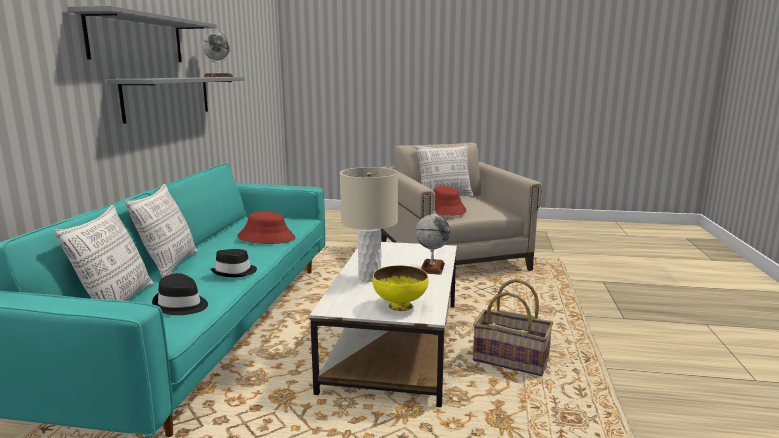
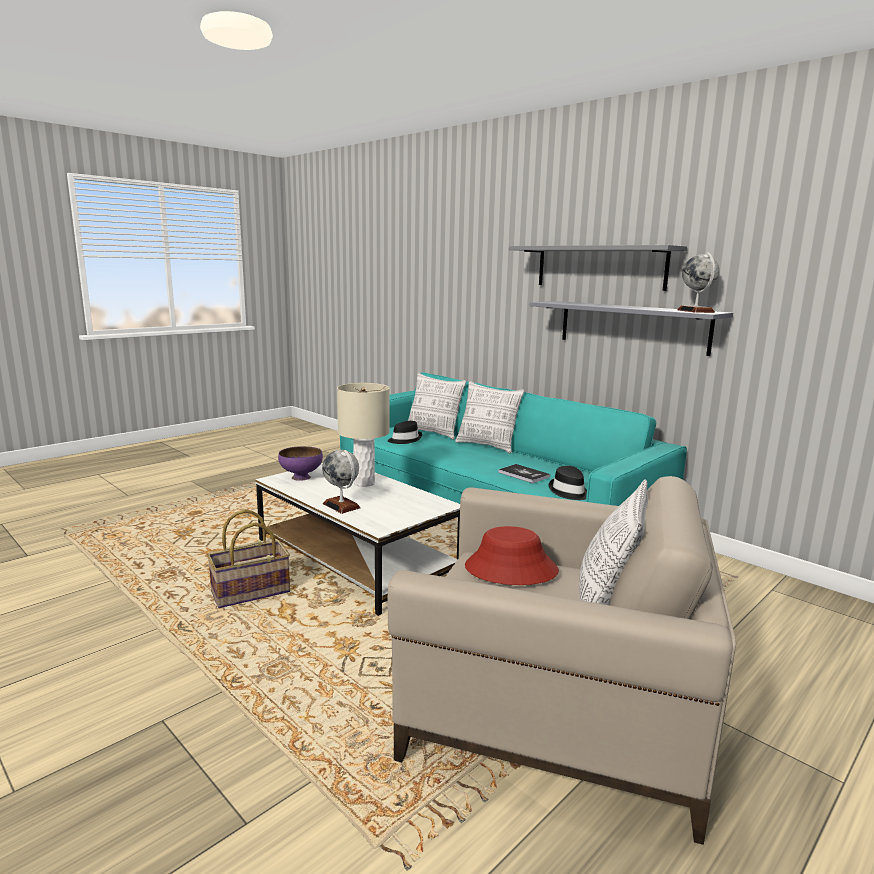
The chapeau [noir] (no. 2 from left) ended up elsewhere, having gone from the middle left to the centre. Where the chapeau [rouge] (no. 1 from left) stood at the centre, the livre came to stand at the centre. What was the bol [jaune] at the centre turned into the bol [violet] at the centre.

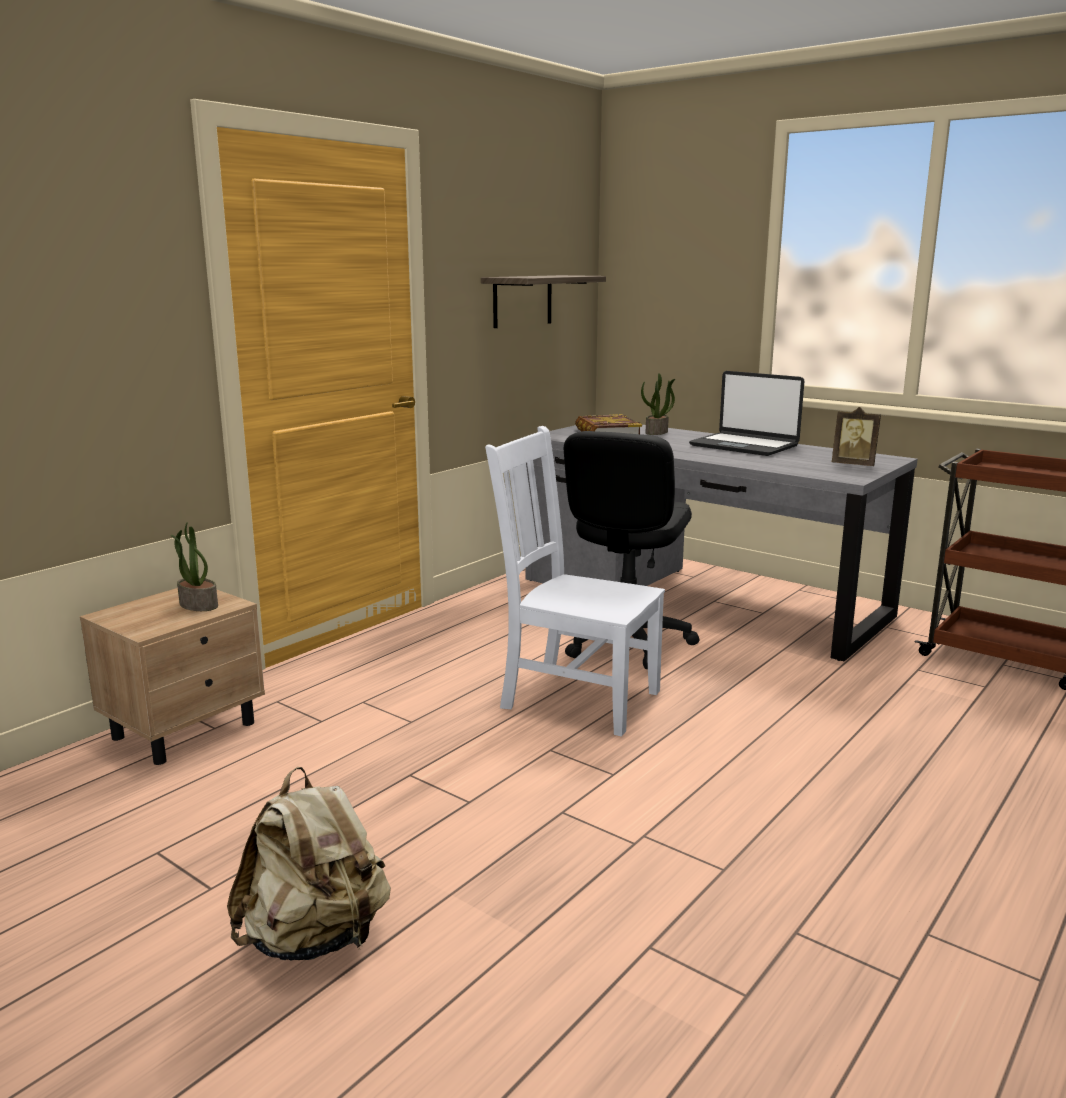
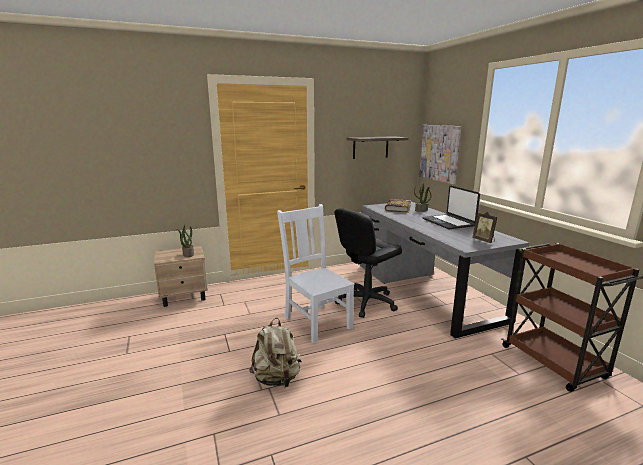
The second view gained the tableau at the top right. The sac à dos [beige] ended up elsewhere, having gone from the bottom left to the bottom centre.

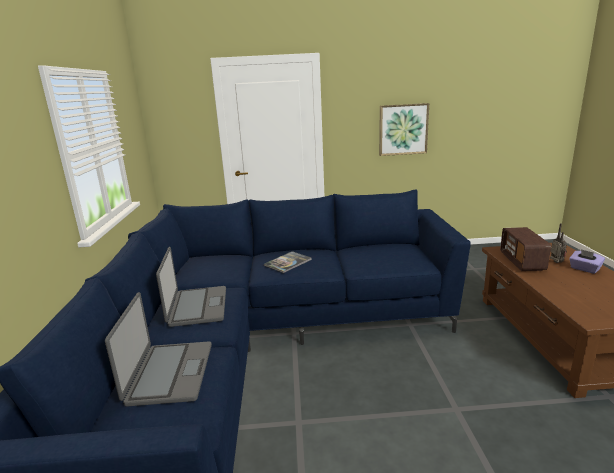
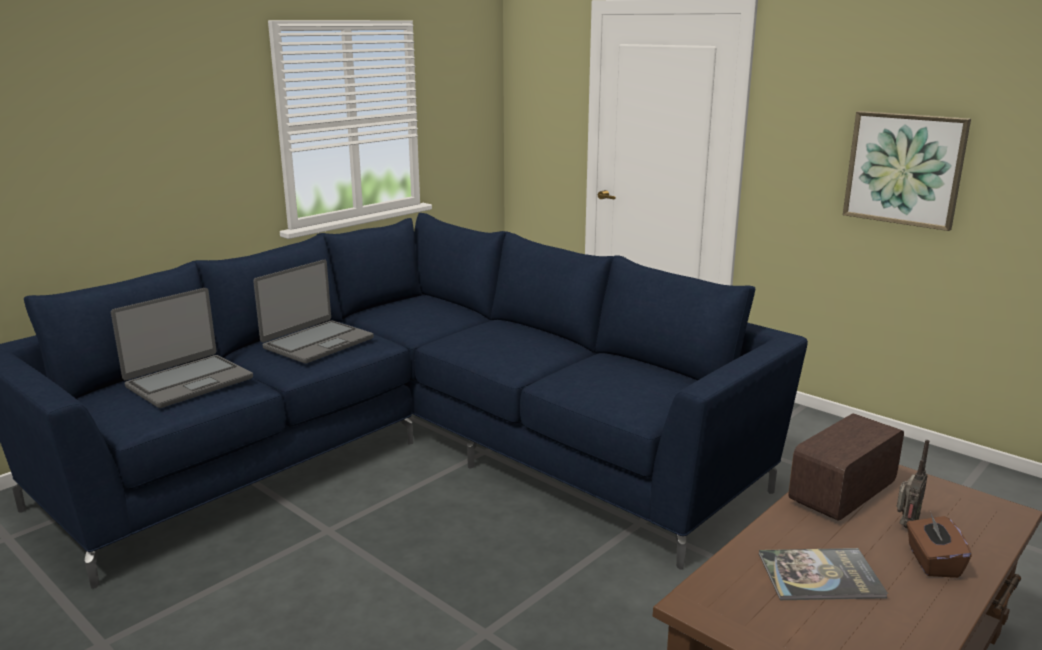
The livre ended up elsewhere, having gone from the centre to the bottom right. What was the boîte à mouchoirs [violet] at the middle right turned into the boîte à mouchoirs [marron] at the bottom right.

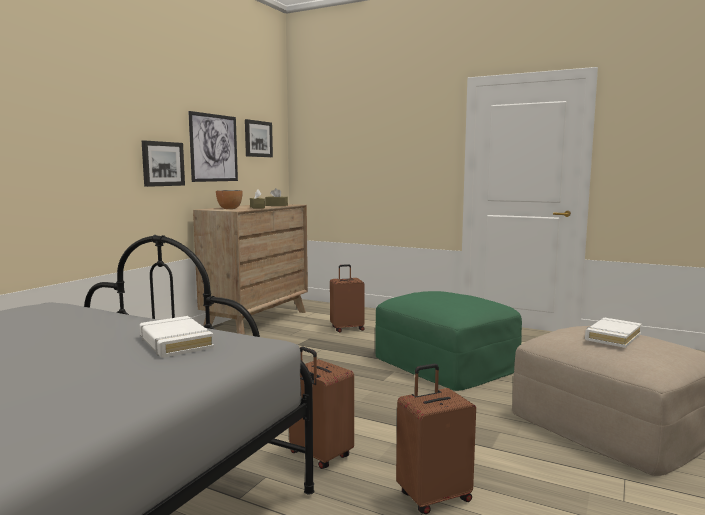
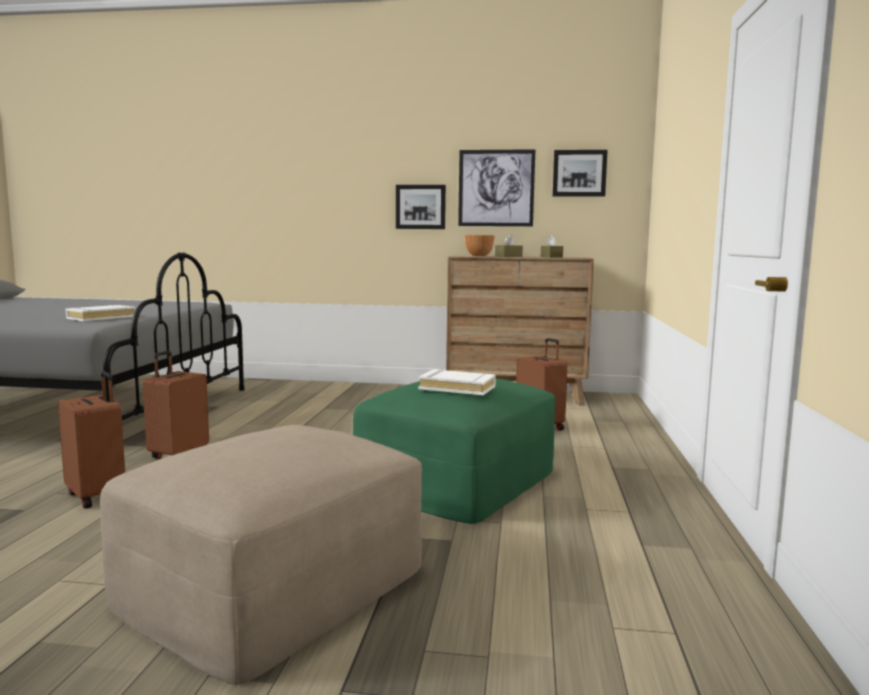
The livre [blanc] (no. 2 from left) ended up elsewhere, having gone from the middle right to the centre.

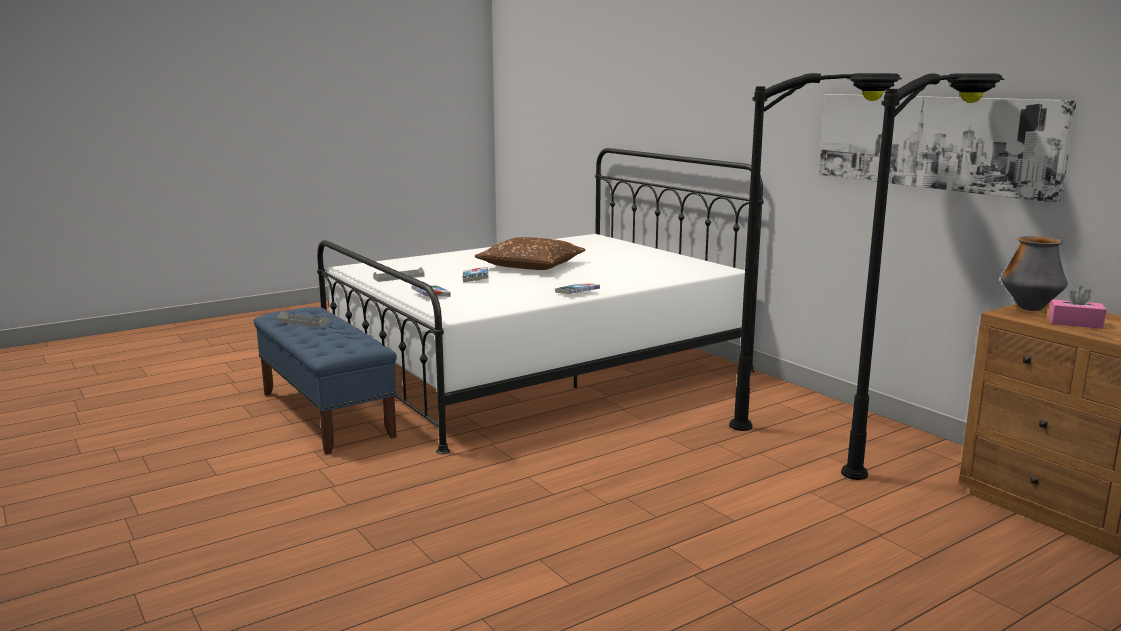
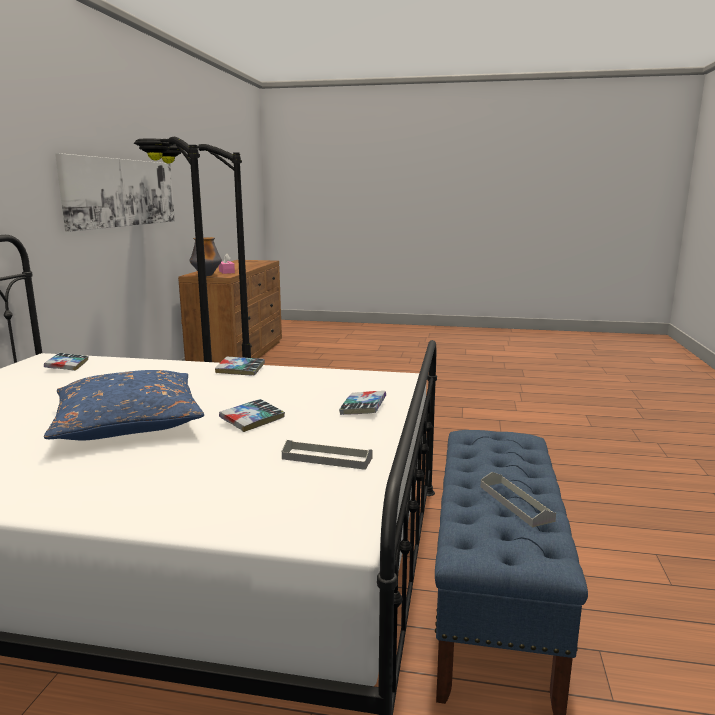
The second view gained the livre (no. 1 from left) at the middle left. What was the coussin [marron] at the centre turned into the coussin [bleu] at the middle left.

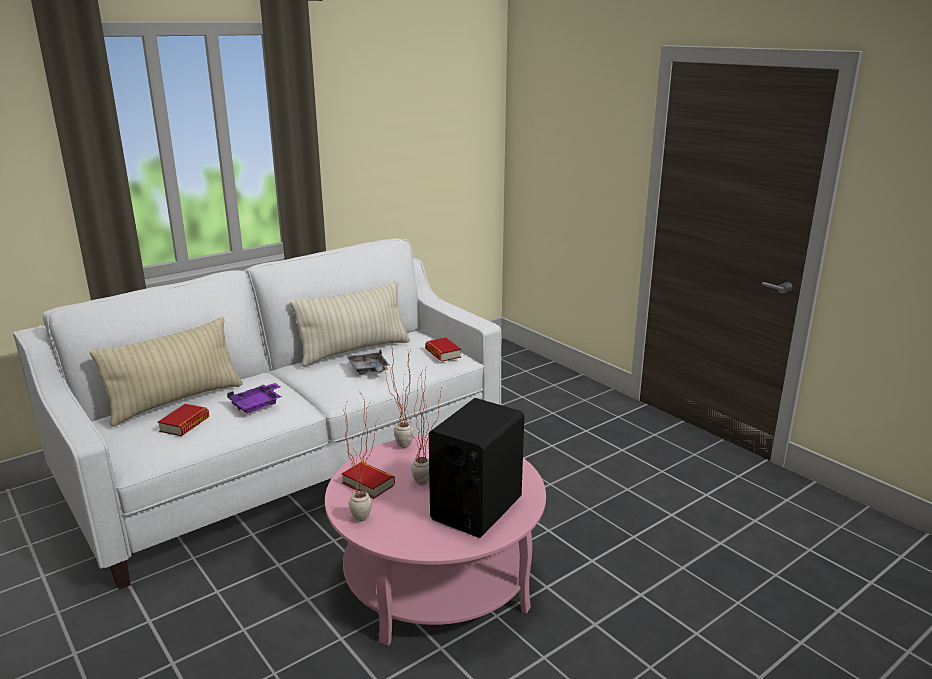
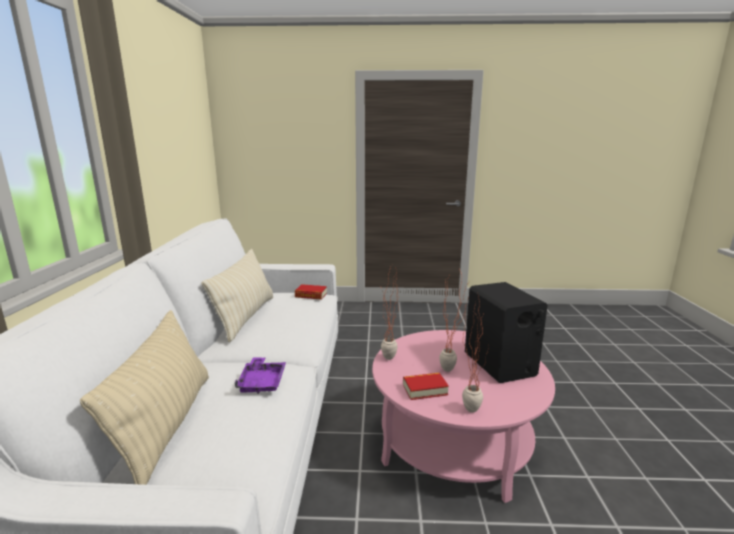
The second view lost the livre (no. 1 from left) at the middle left. The second view lost the plateau [gris] at the centre.

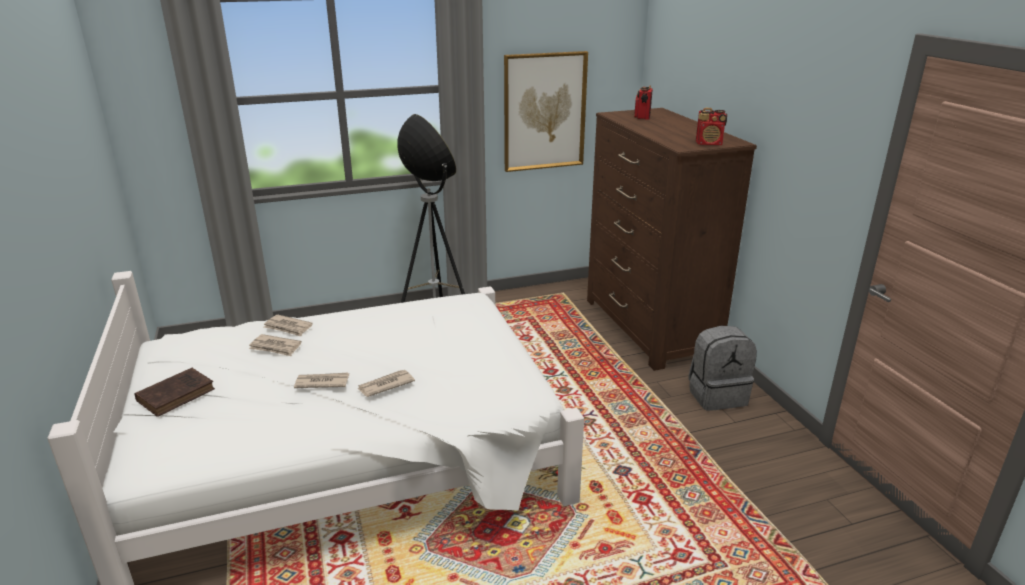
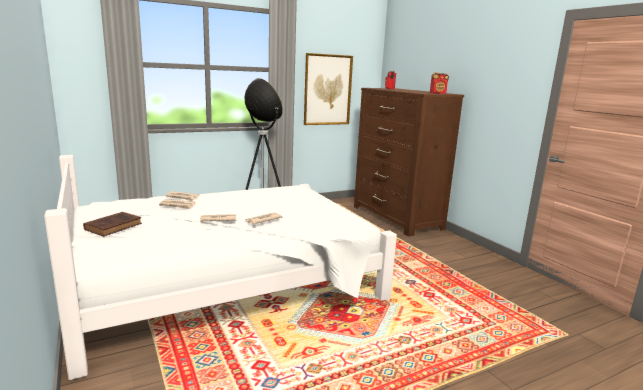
The second view lost the sac à dos [gris] at the middle right.

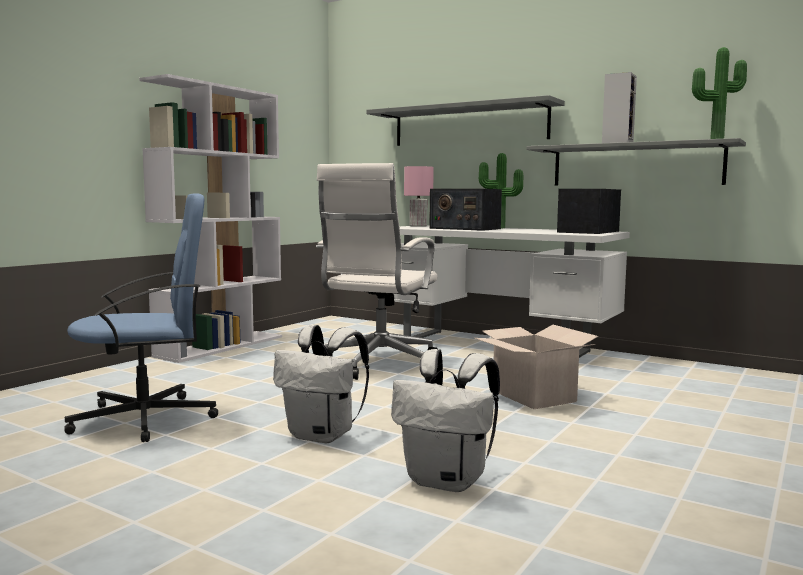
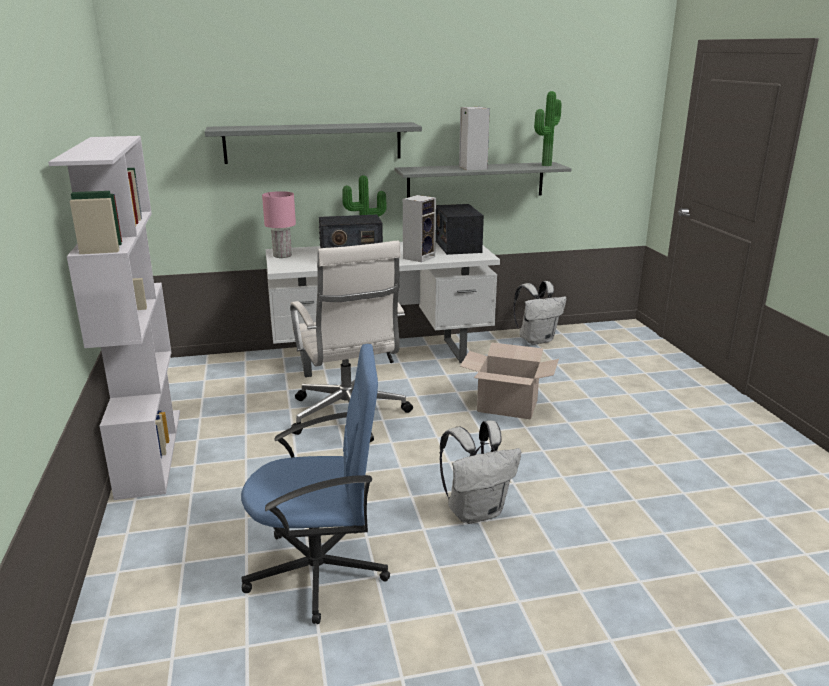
The second view gained the enceinte (no. 1 from left) at the top centre. The sac à dos [blanc] (no. 2 from left) ended up elsewhere, having gone from the bottom centre to the centre. The chaise de bureau [bleu] at the middle left ended up facing another way, 60 degrees clockwise from before.

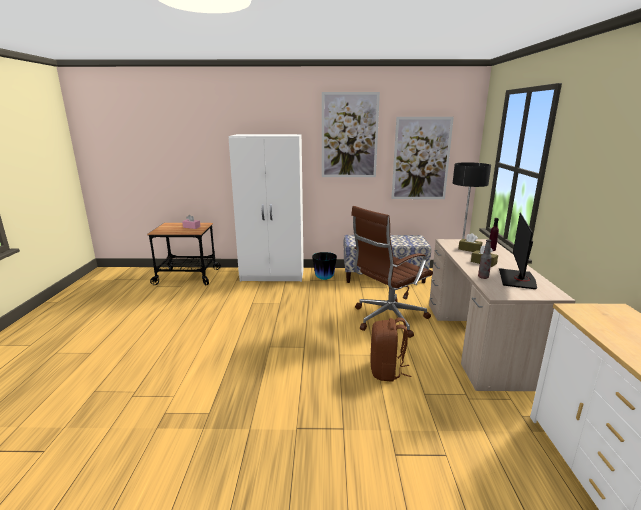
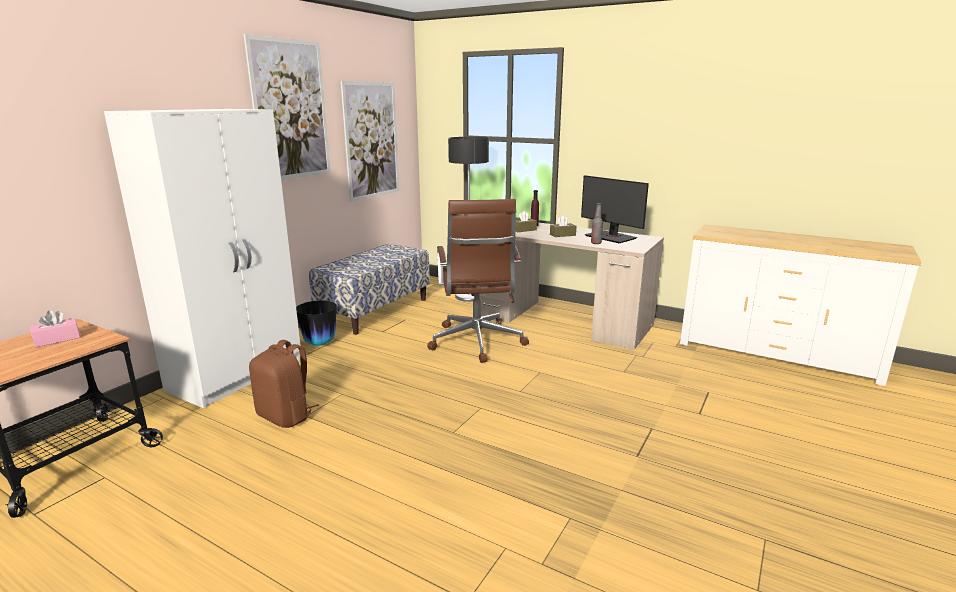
The sac à dos [marron] ended up elsewhere, having gone from the bottom centre to the middle left.

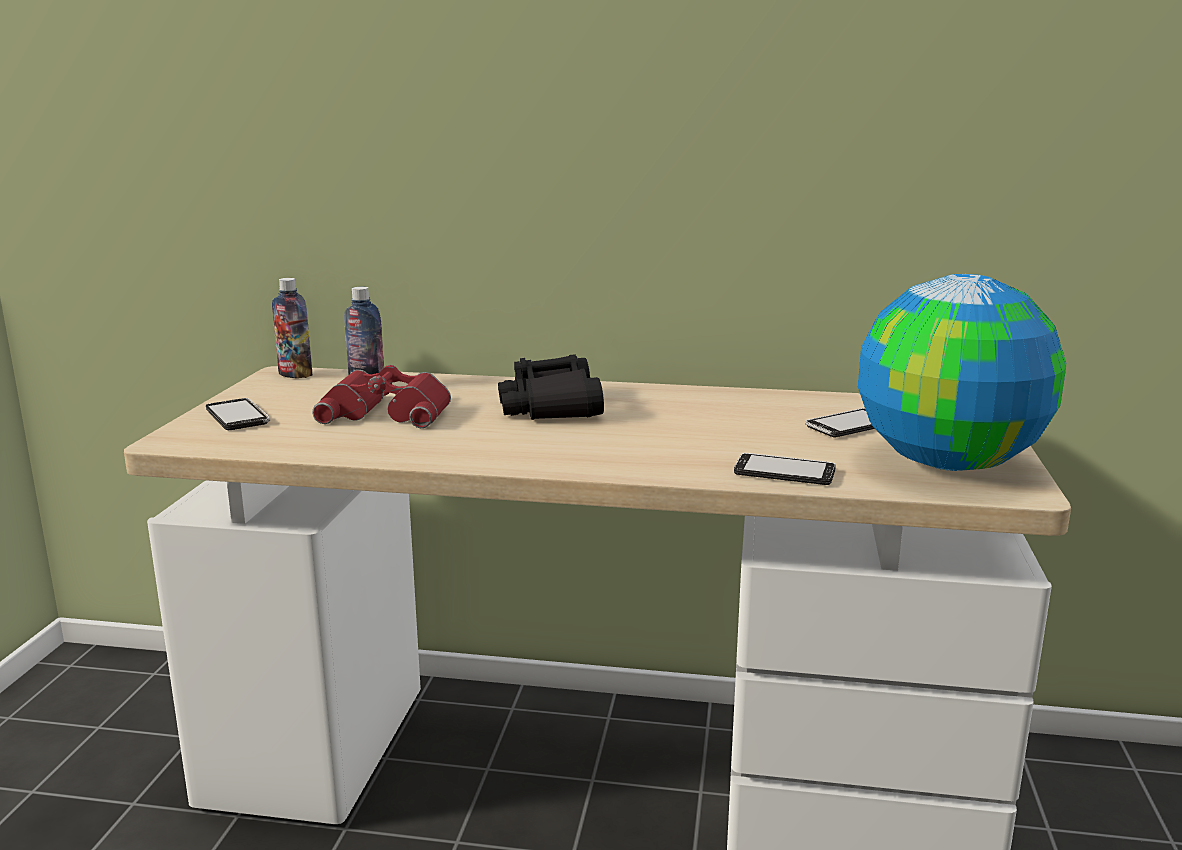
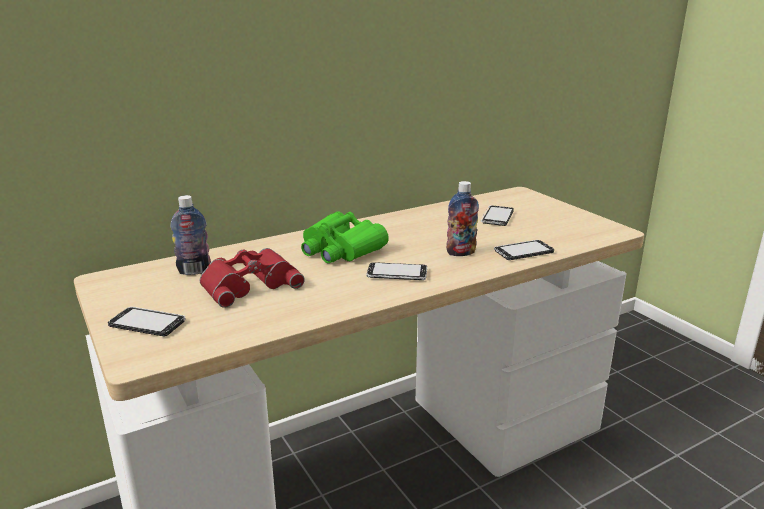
The second view lost the globe at the middle right. The second view gained the téléphone (no. 2 from left) at the centre. The bouteille (no. 1 from left in the first image) ended up elsewhere, having gone from the middle left to the centre. What was the jumelles [noir] at the centre turned into the jumelles [vert] at the centre.

